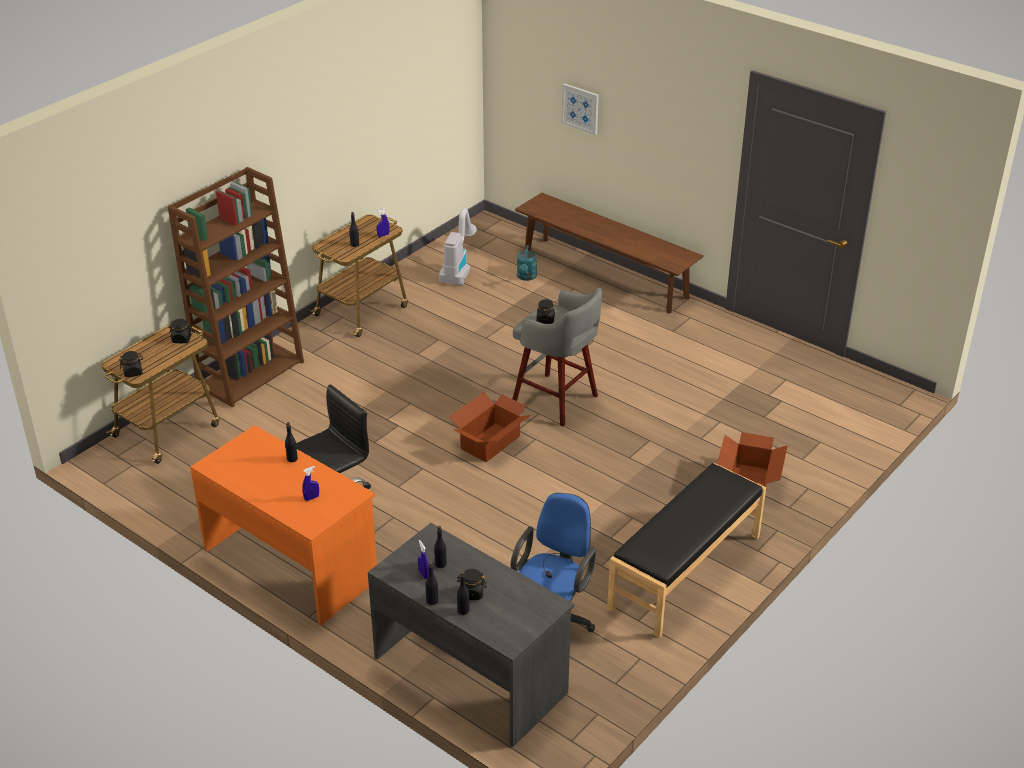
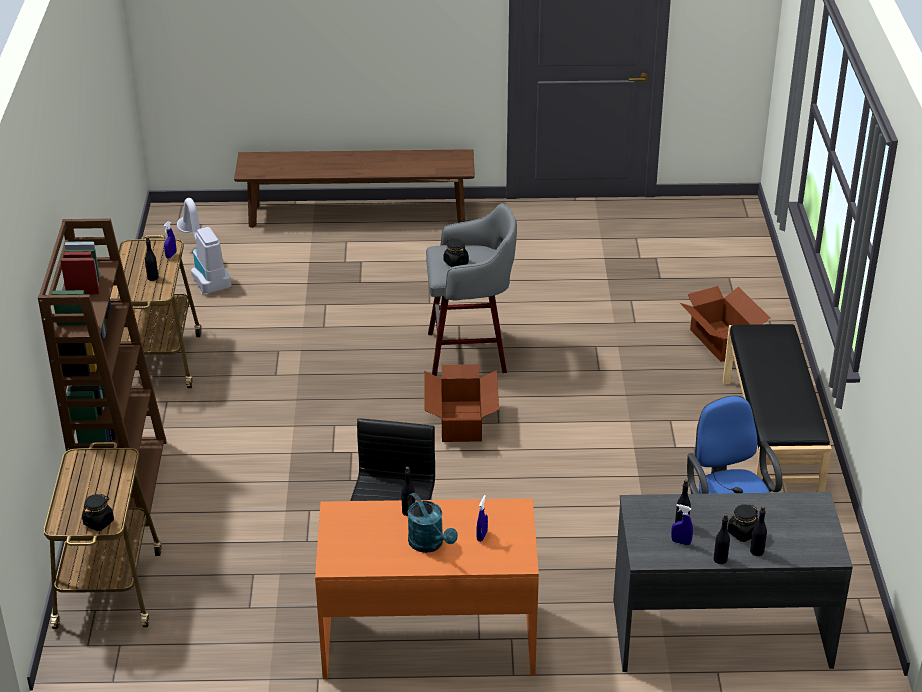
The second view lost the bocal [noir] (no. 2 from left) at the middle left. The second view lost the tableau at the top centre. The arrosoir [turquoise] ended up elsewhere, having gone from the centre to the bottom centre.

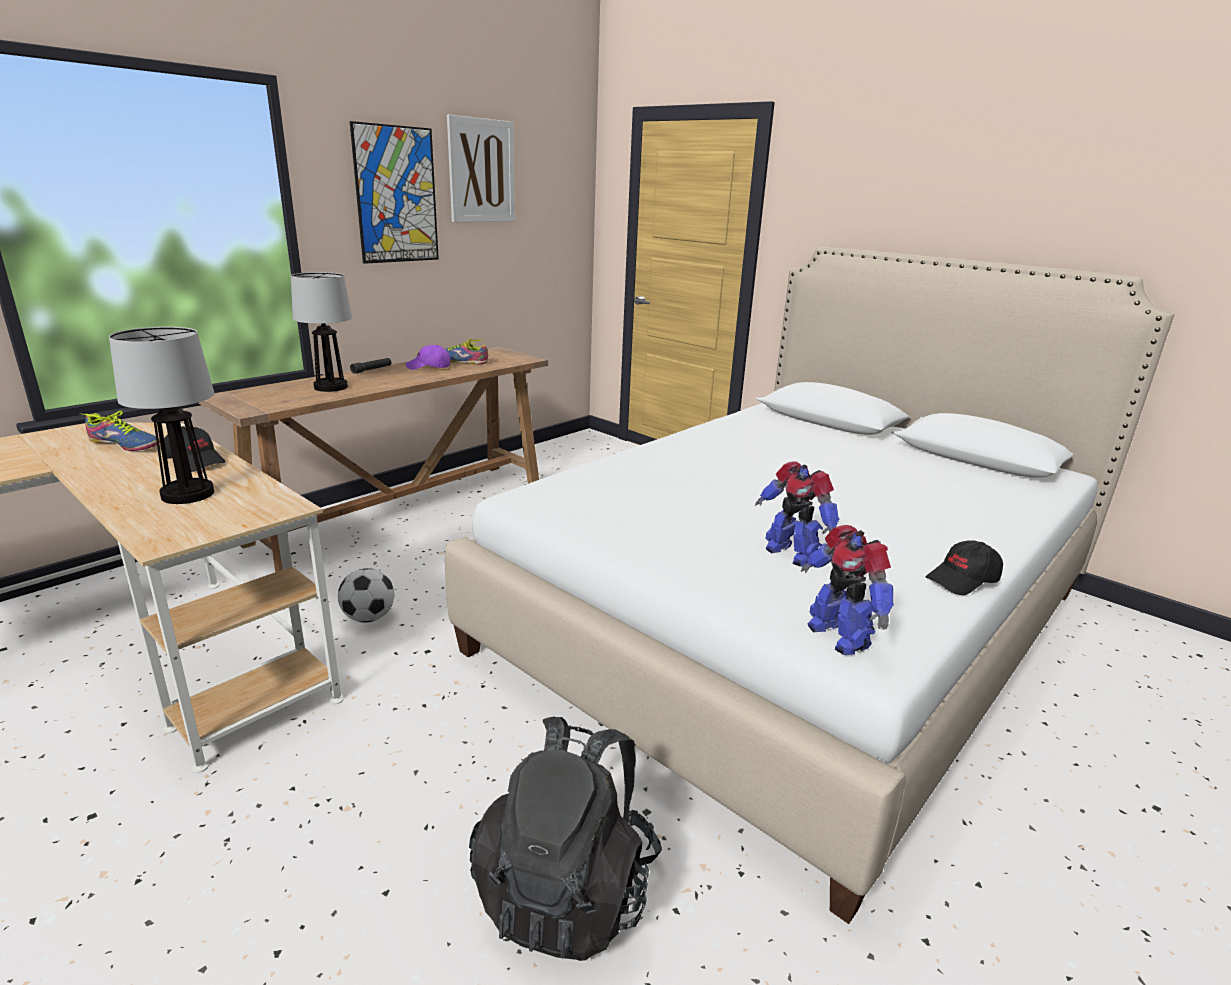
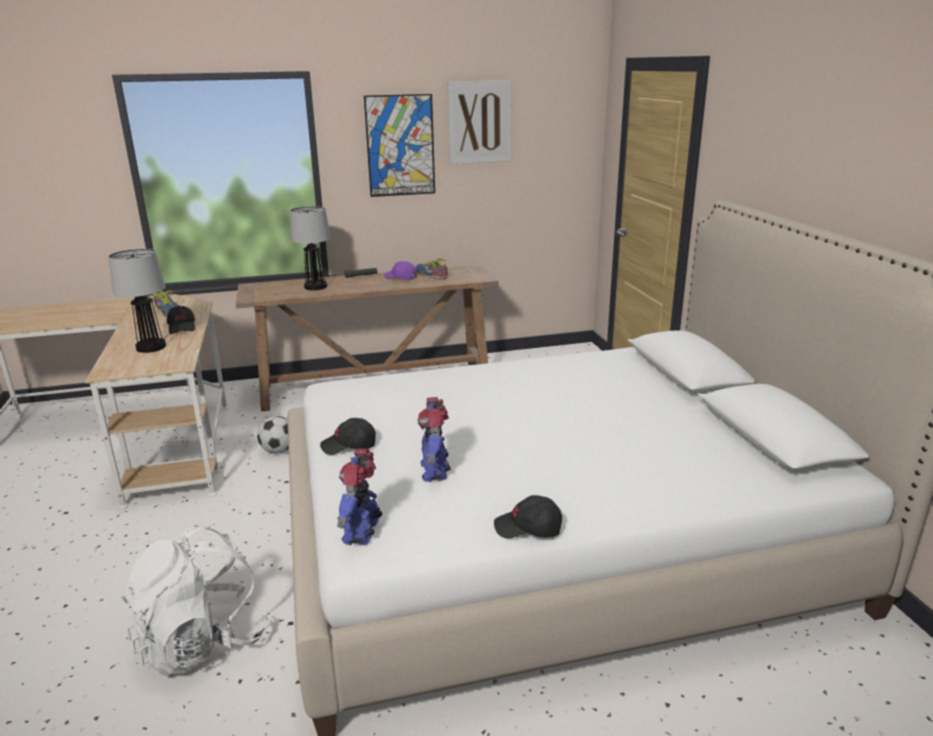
The second view gained the casquette [noir] (no. 2 from left) at the centre. What was the sac à dos [noir] at the bottom centre turned into the sac à dos [blanc] at the bottom left.

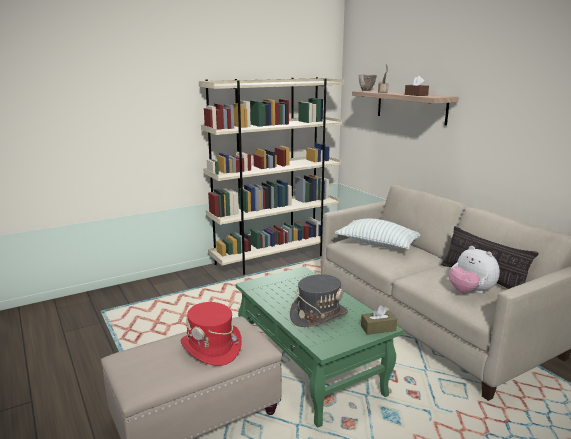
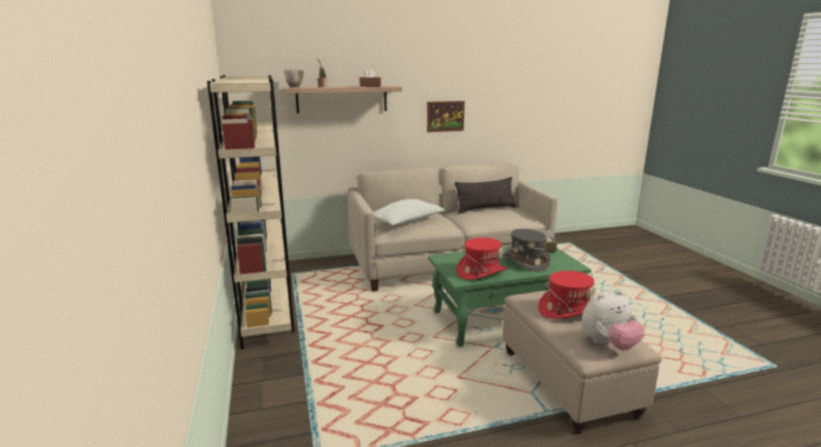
The second view gained the tableau at the top centre. The second view gained the chapeau [rouge] (no. 1 from left) at the centre. The peluche ended up elsewhere, having gone from the middle right to the bottom right.

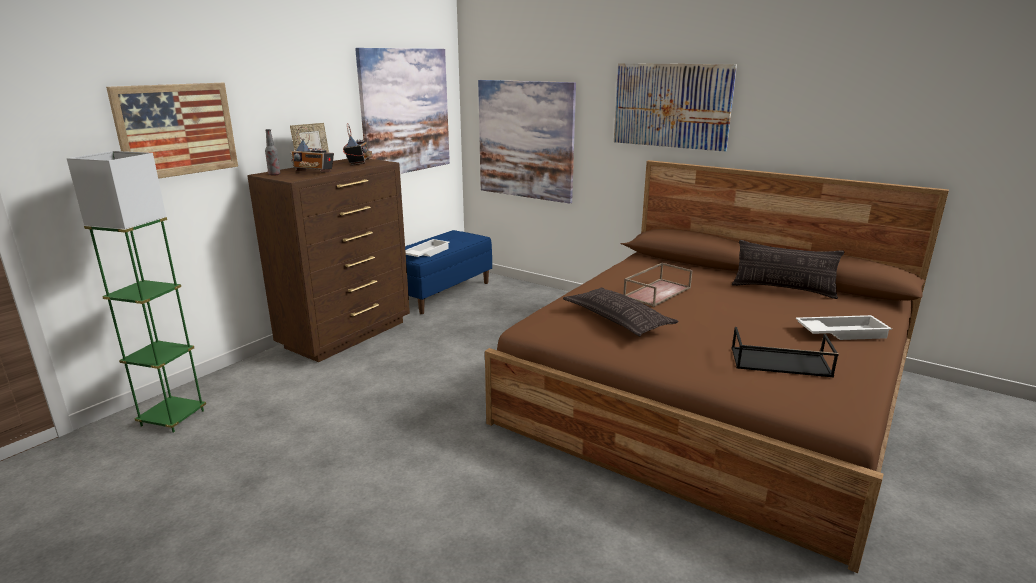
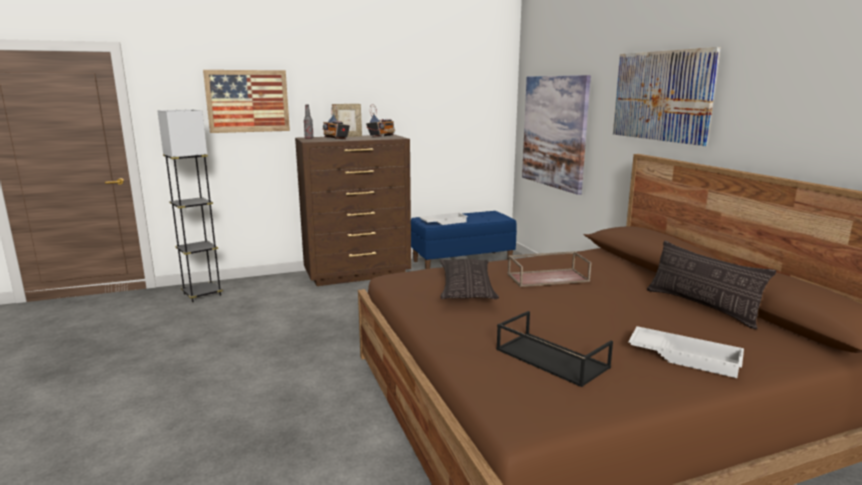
The second view lost the tableau (no. 2 from left) at the top centre. What was the lampadaire [vert] at the middle left turned into the lampadaire [noir] at the middle left.

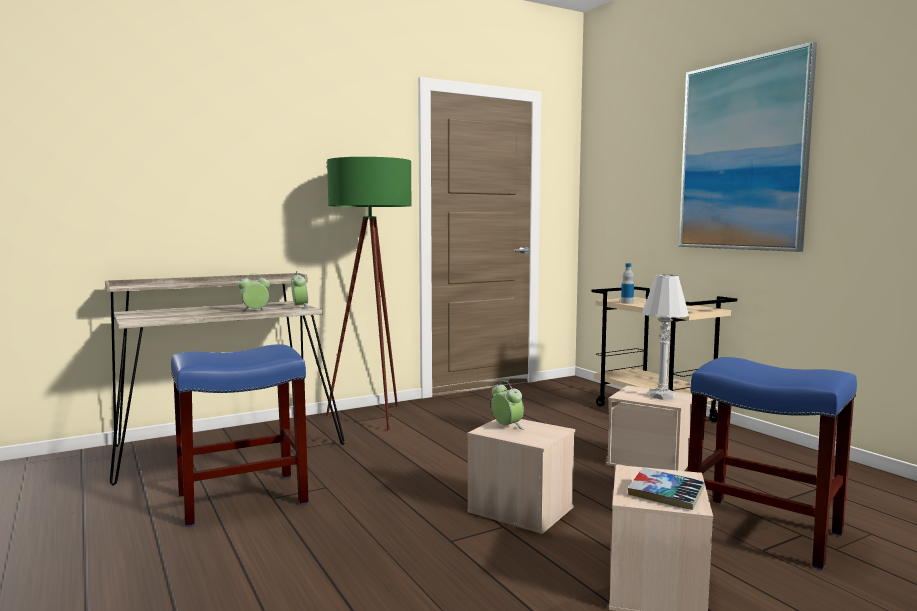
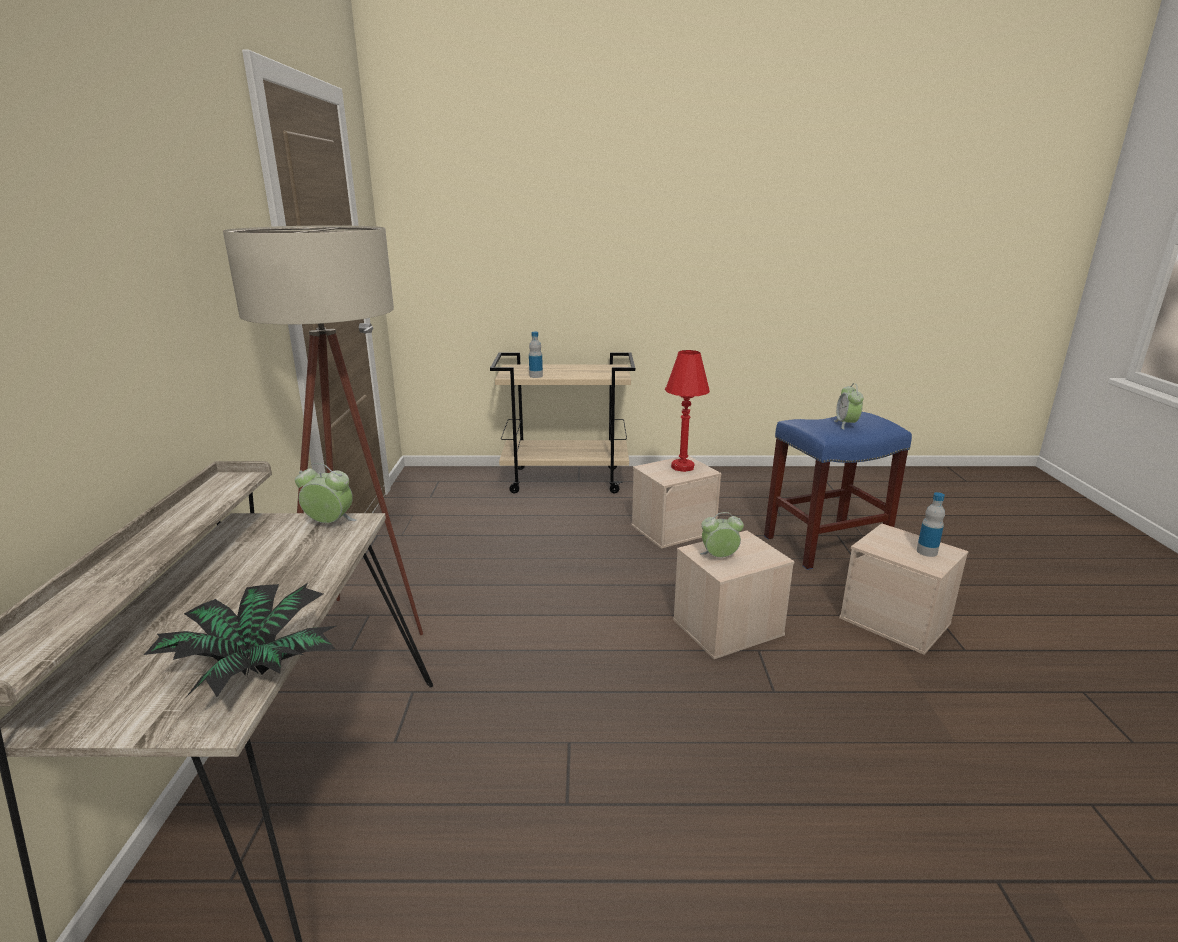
The second view lost the tabouret [bleu] (no. 1 from left) at the bottom left. The second view lost the tableau at the top right. The second view gained the plante en pot at the bottom left. The réveil (no. 1 from left in the first image) ended up elsewhere, having gone from the middle left to the middle right. Where the livre stood at the bottom right, the bouteille (no. 2 from left) came to stand at the middle right. What was the lampadaire [vert] at the centre turned into the lampadaire [beige] at the middle left. What was the lampe de table [blanc] at the middle right turned into the lampe de table [rouge] at the centre.

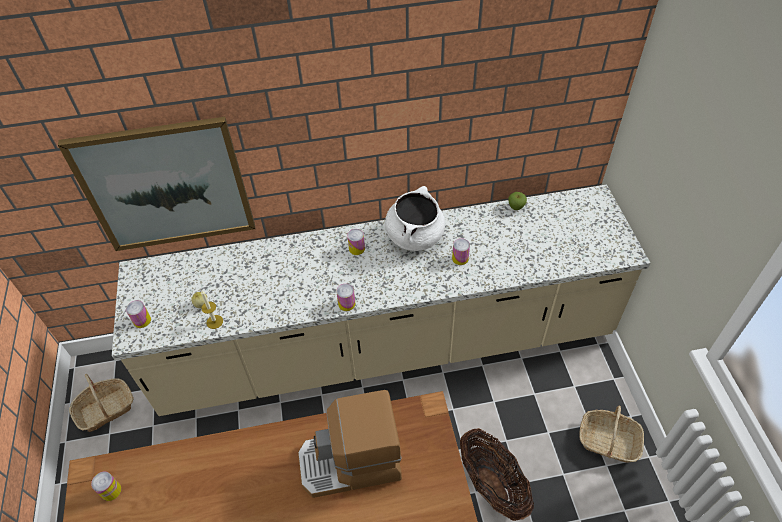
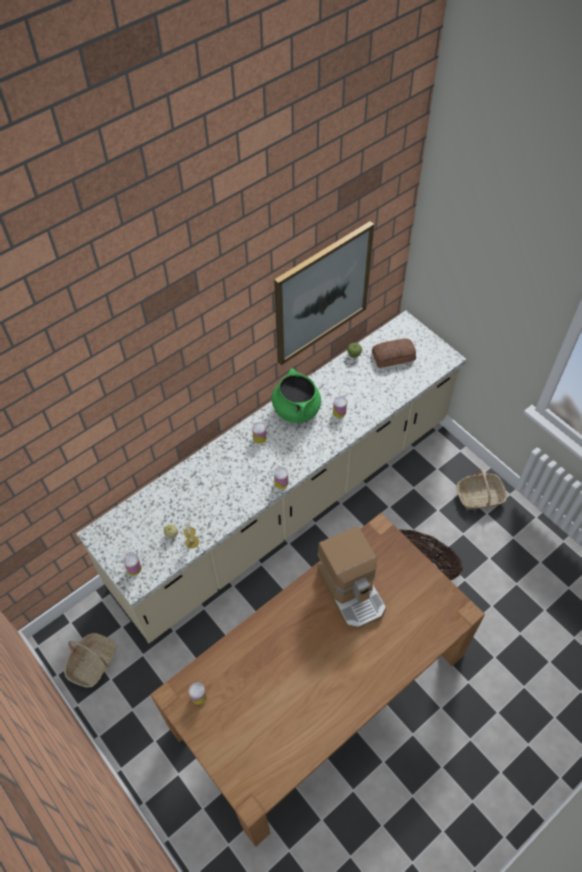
The second view gained the pain at the middle right. The tableau ended up elsewhere, having gone from the middle left to the centre. What was the marmite [blanc] at the centre turned into the marmite [vert] at the centre. The machine à café at the bottom centre ended up facing another way, 75 degrees counterclockwise from before.

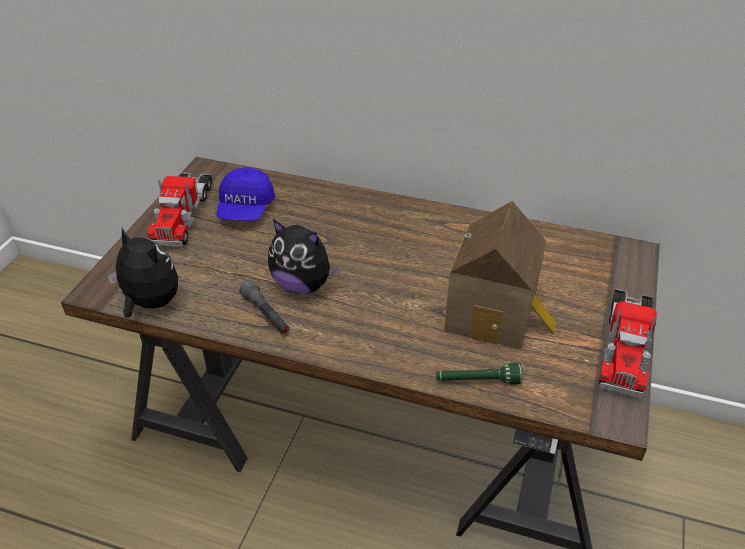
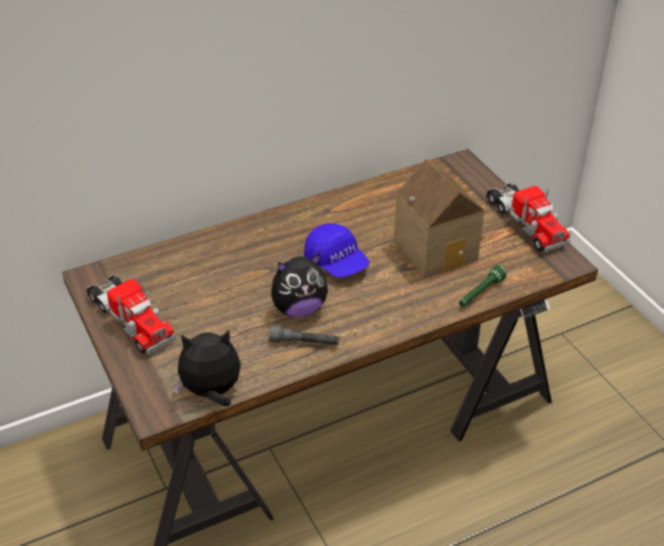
The casquette [bleu] ended up elsewhere, having gone from the middle left to the centre.

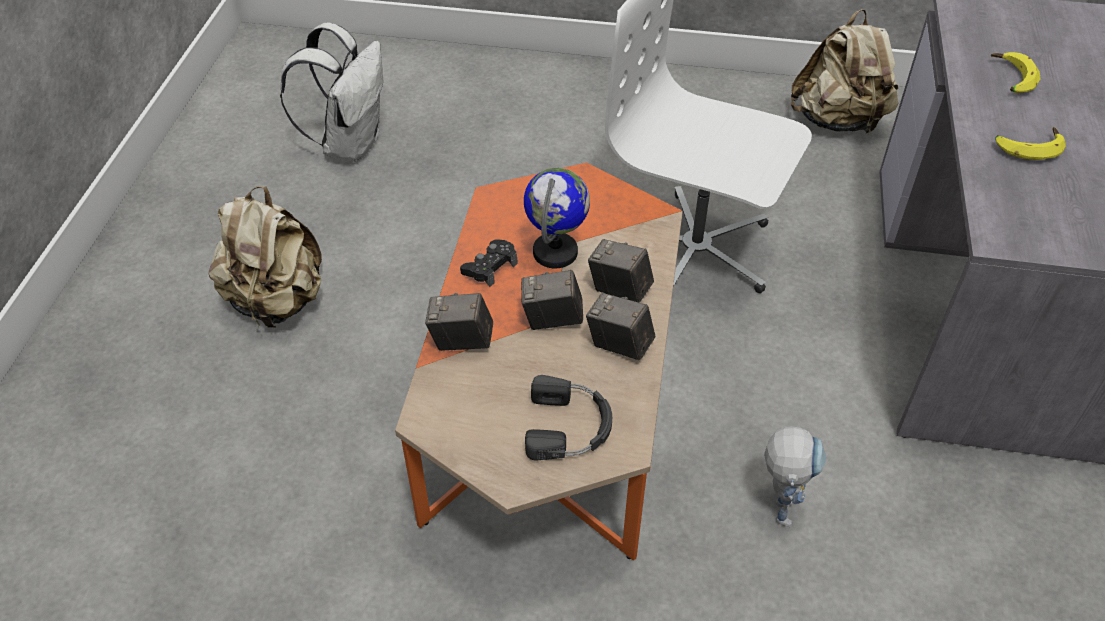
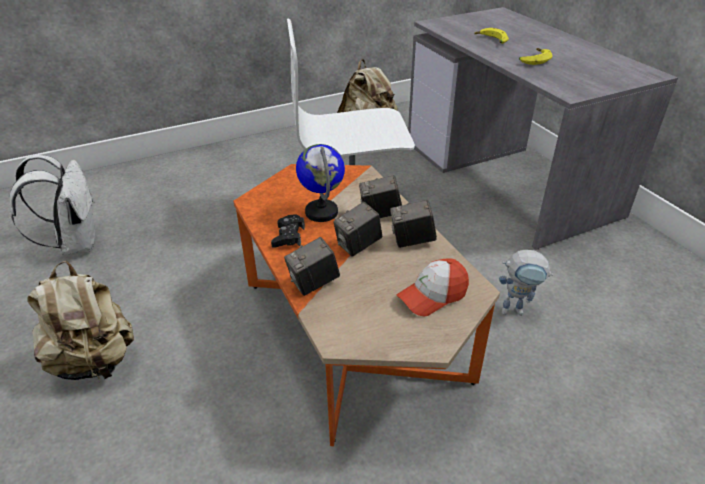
Where the casque audio [noir] stood at the bottom centre, the casquette came to stand at the centre. The robot jouet at the bottom right ended up facing another way, 120 degrees clockwise from before.

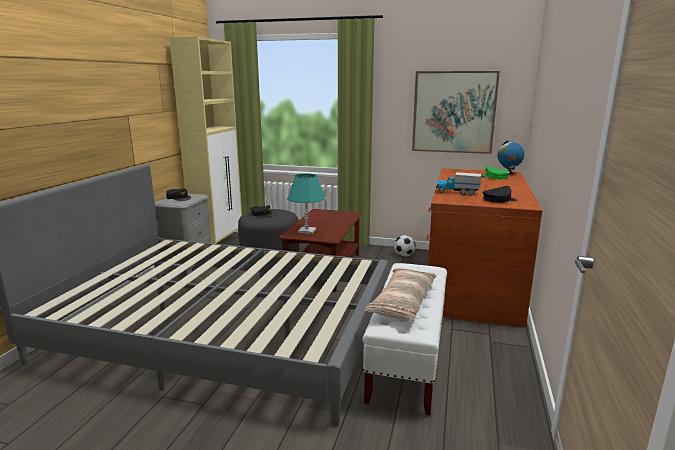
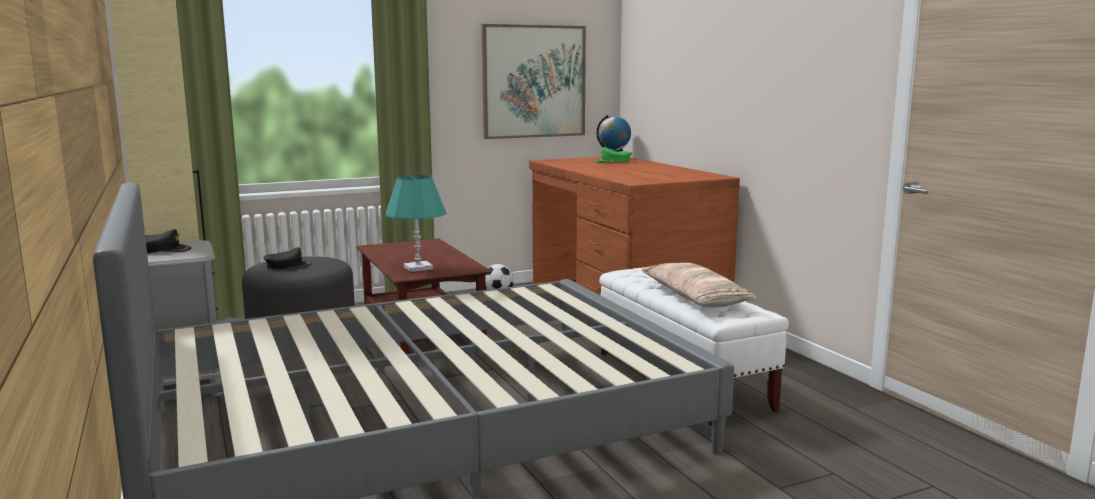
The second view lost the camion jouet at the middle right. The second view lost the casquette [noir] (no. 3 from left) at the middle right.

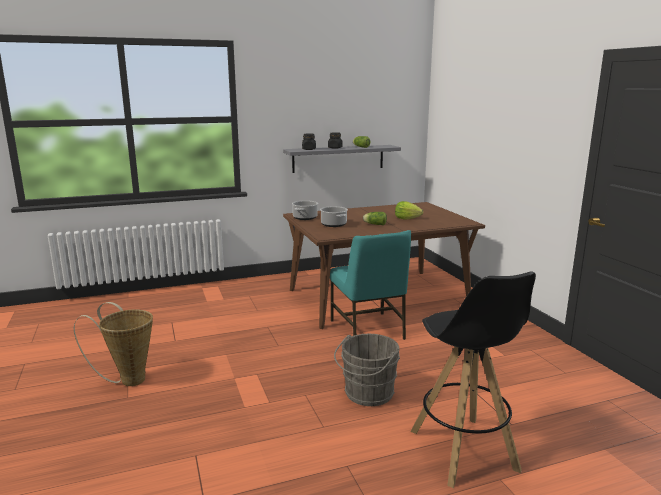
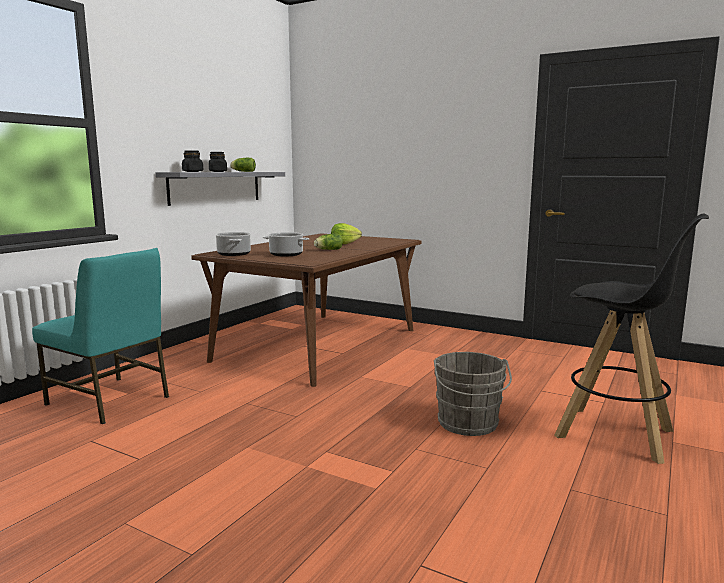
The second view lost the panier at the bottom left. The chaise [turquoise] ended up elsewhere, having gone from the centre to the middle left.

